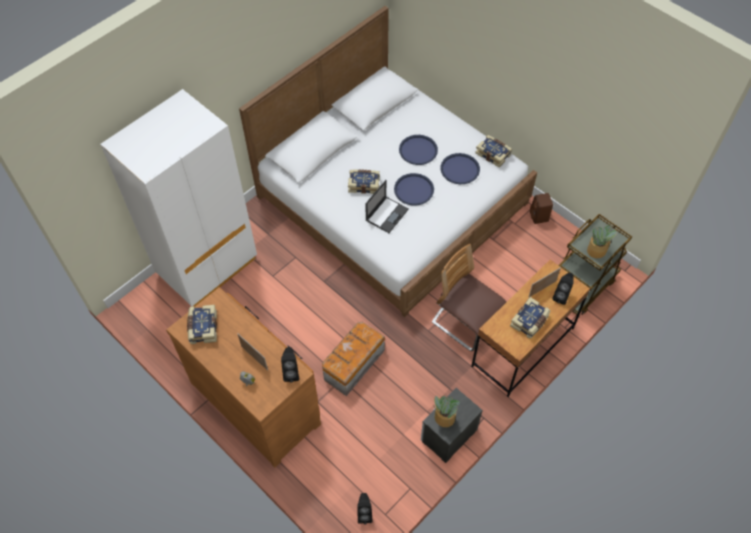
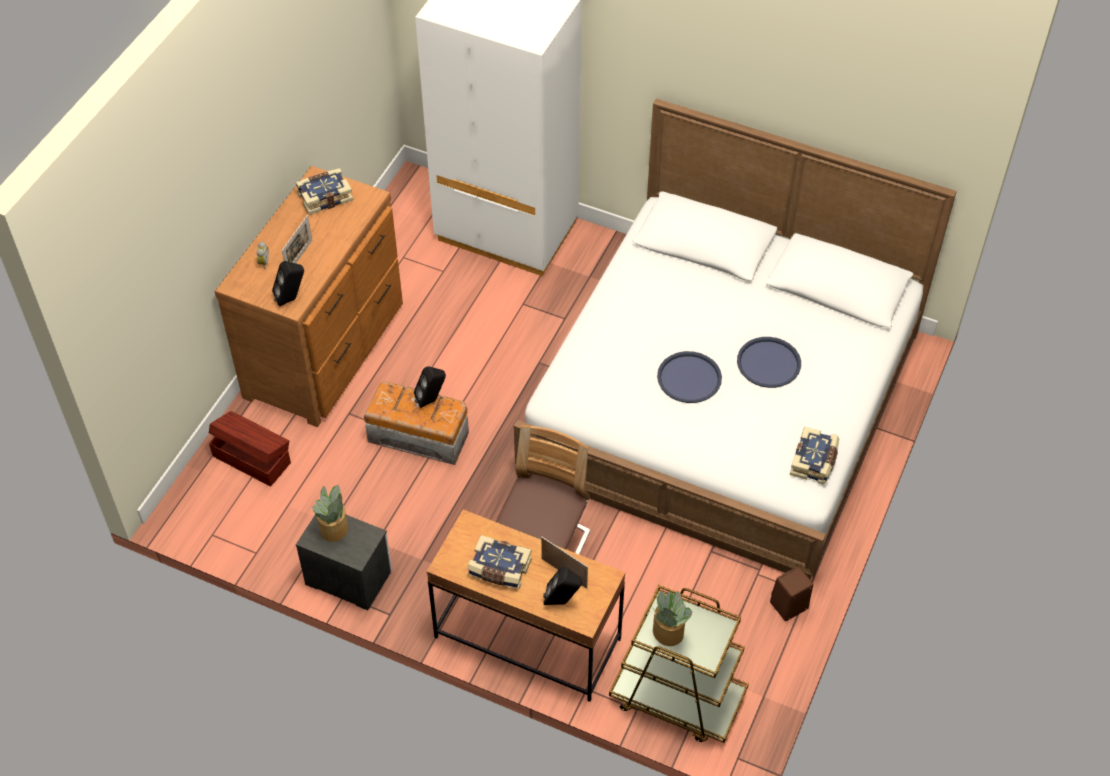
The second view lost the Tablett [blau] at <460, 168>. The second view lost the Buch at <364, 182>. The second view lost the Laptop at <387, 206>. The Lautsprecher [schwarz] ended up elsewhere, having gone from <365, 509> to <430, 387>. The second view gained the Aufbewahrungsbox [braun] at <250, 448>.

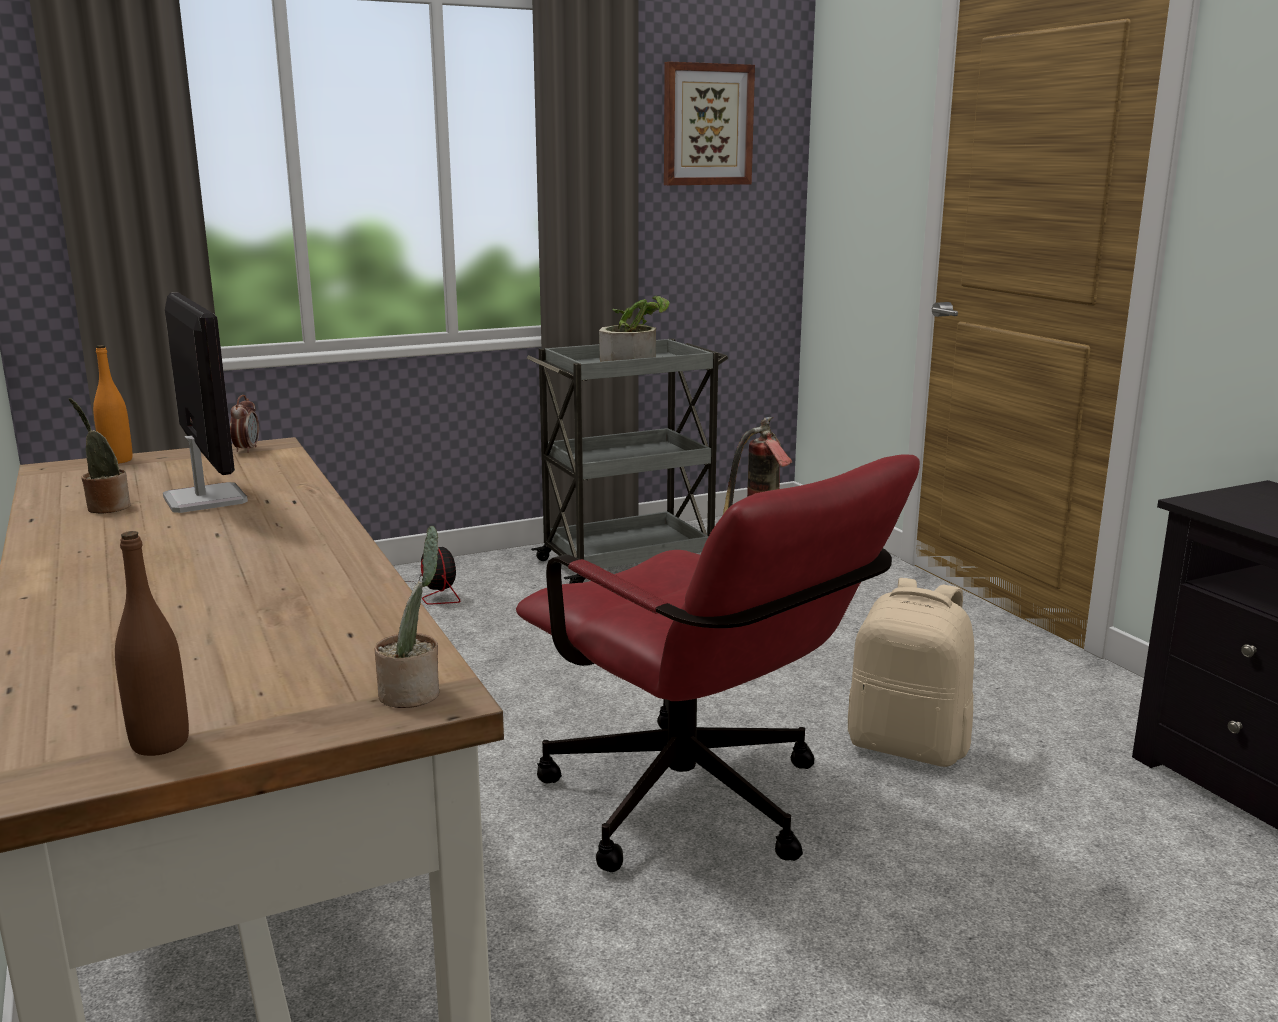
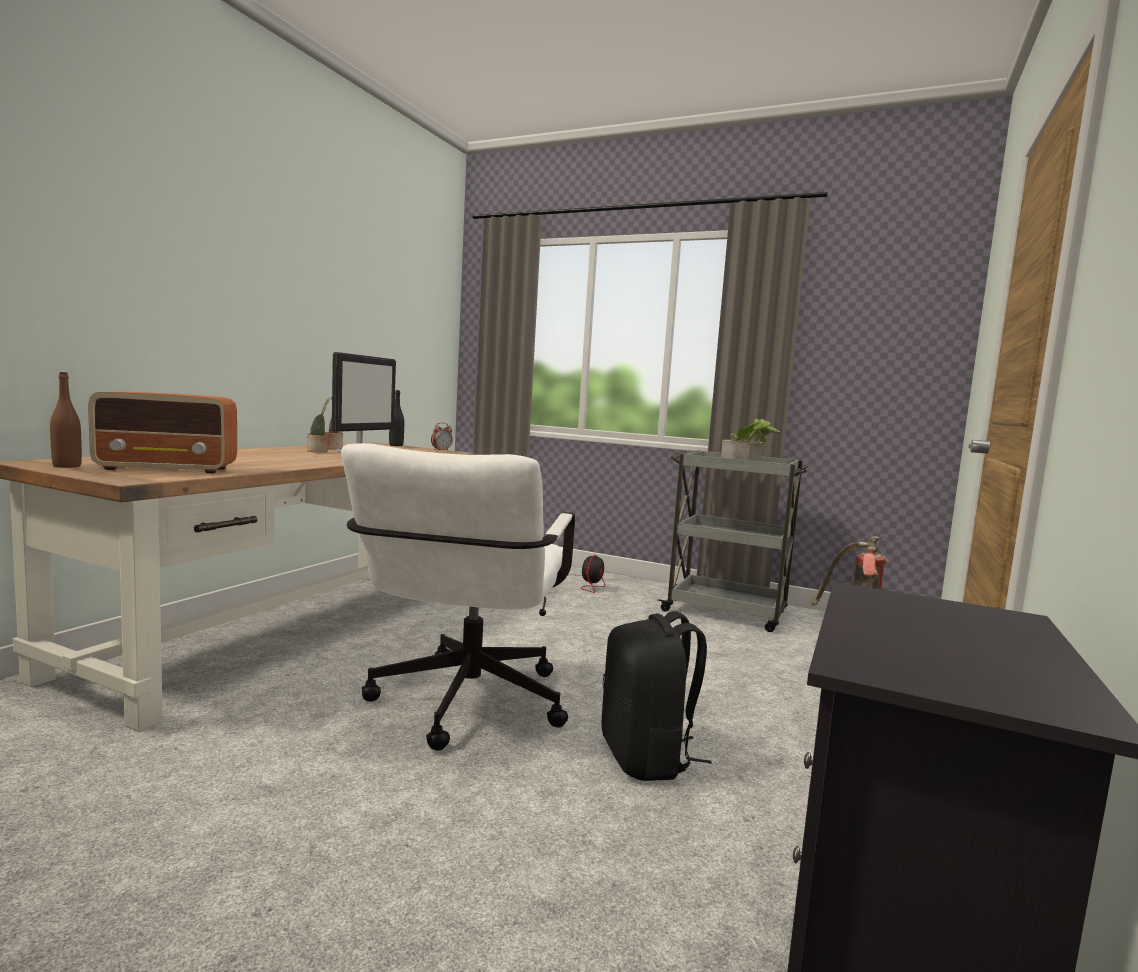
The second view lost the Bild at <709, 123>. What was the Flasche [orange] at <112, 404> turned into the Flasche [schwarz] at <396, 418>. What was the Bürostuhl [rot] at <718, 663> turned into the Bürostuhl [weiß] at <458, 597>. The Topfpflanze ended up elsewhere, having gone from <406, 617> to <318, 425>. What was the Rucksack [beige] at <911, 672> turned into the Rucksack [schwarz] at <657, 696>. The second view gained the Radio at <162, 432>.

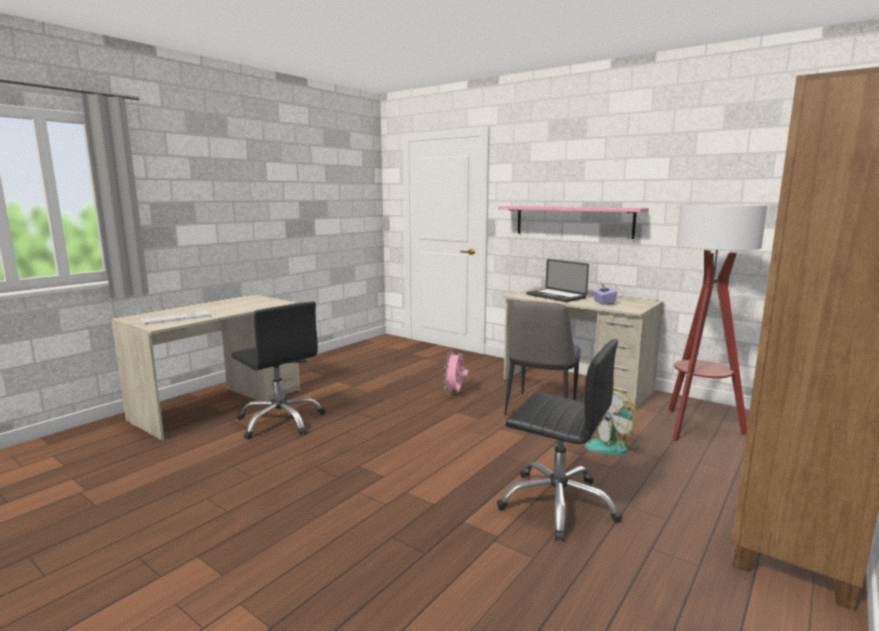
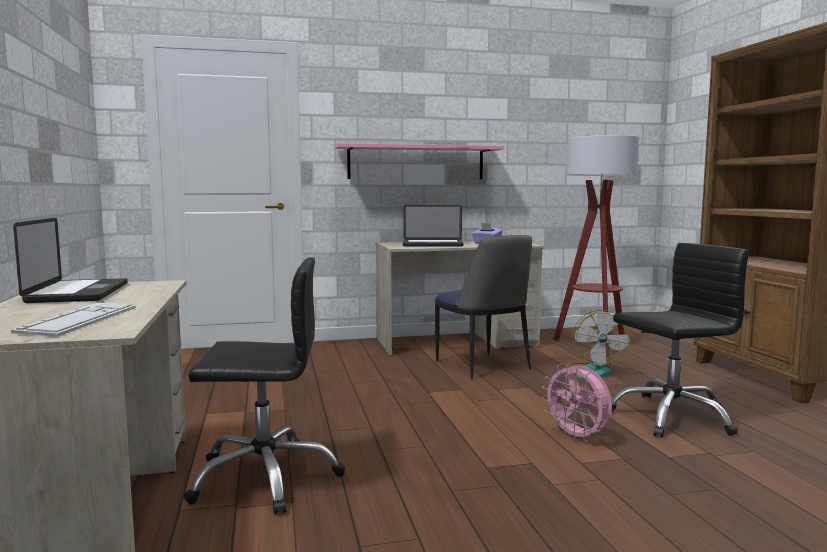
The Ventilator [rosa] ended up elsewhere, having gone from <456, 372> to <577, 402>. The second view gained the Laptop at <70, 260>.

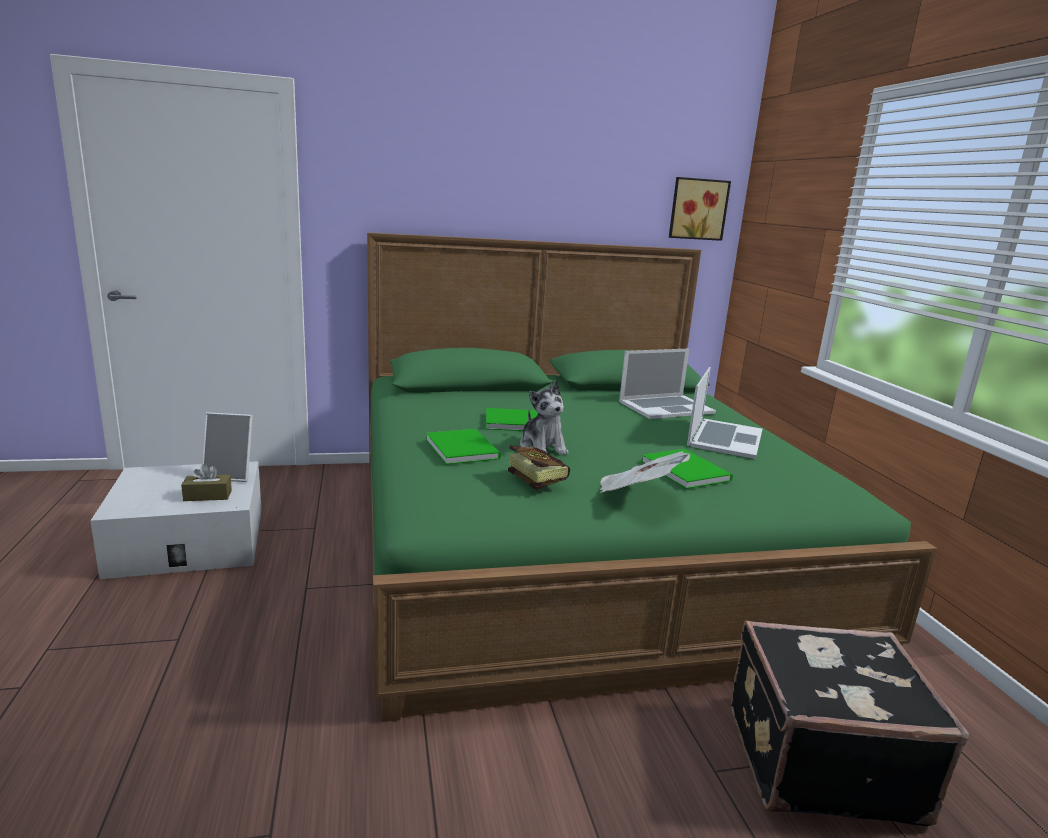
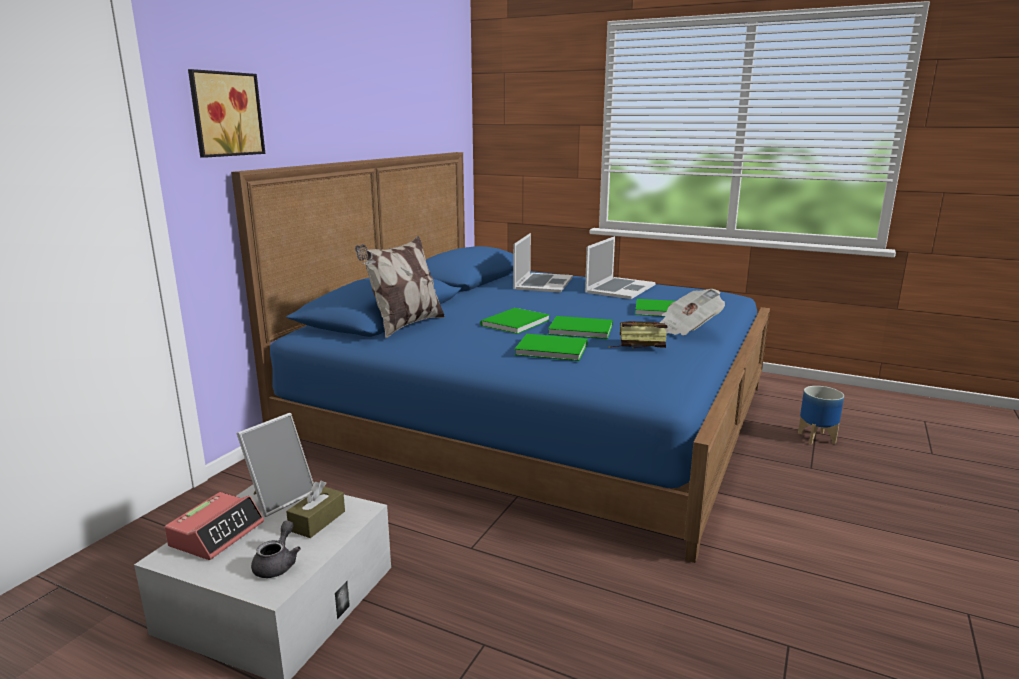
The Bild ended up elsewhere, having gone from <700, 209> to <226, 113>. What was the Bett [grün] at <652, 477> turned into the Bett [blau] at <500, 357>. The Laptop at <724, 413> ended up facing another way, 60 degrees clockwise from before. Where the Plüschtier stood at <544, 417>, the Buch [grün] came to stand at <580, 327>. Where the Koffer [schwarz] stood at <850, 723>, the Pflanzkübel came to stand at <821, 415>. The second view gained the Kissen at <400, 287>. The second view gained the Wecker at <214, 526>. The second view gained the Teekanne [grau] at <276, 549>.

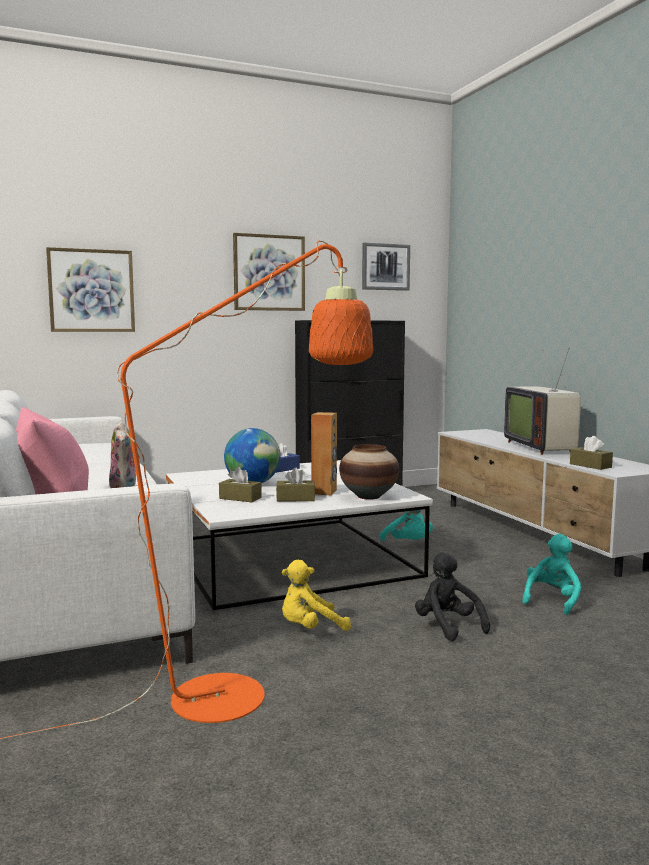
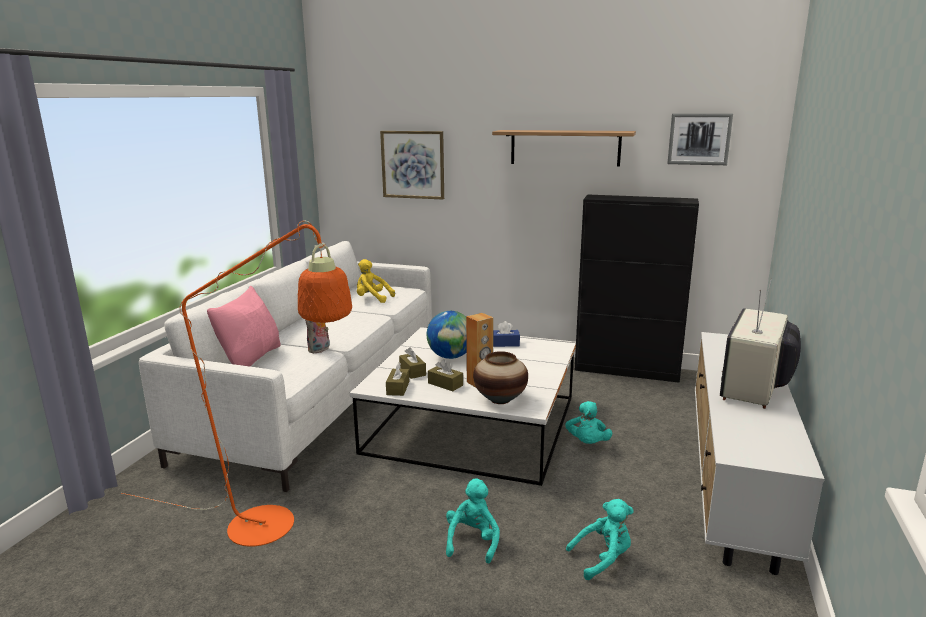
Where the Bild hung at <269, 272>, the Wandregal came to hang at <564, 148>. The Taschentuchbox [braun] ended up elsewhere, having gone from <591, 452> to <397, 379>. What was the Plüschtier [schwarz] at <452, 597> turned into the Plüschtier [türkis] at <473, 520>. The Plüschtier [gelb] ended up elsewhere, having gone from <316, 595> to <376, 281>.

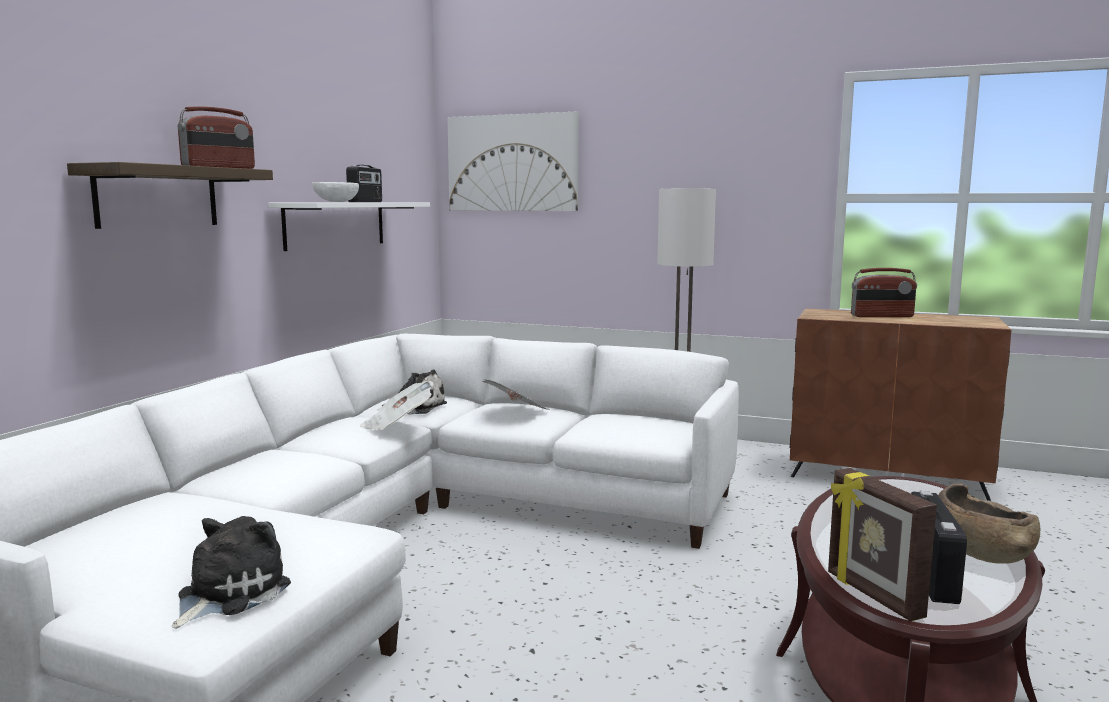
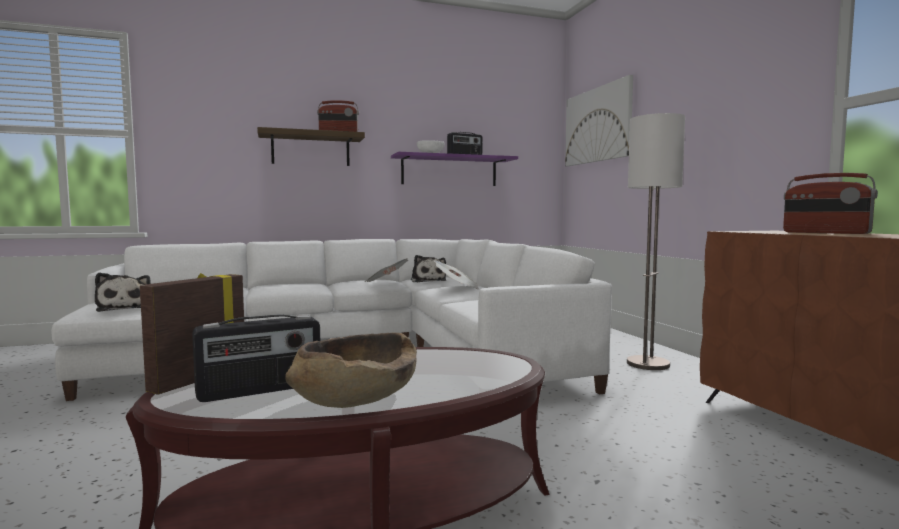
What was the Wandregal [weiß] at <349, 227> turned into the Wandregal [lila] at <454, 169>. The Plüschtier at <231, 572> ended up facing another way, 75 degrees clockwise from before.

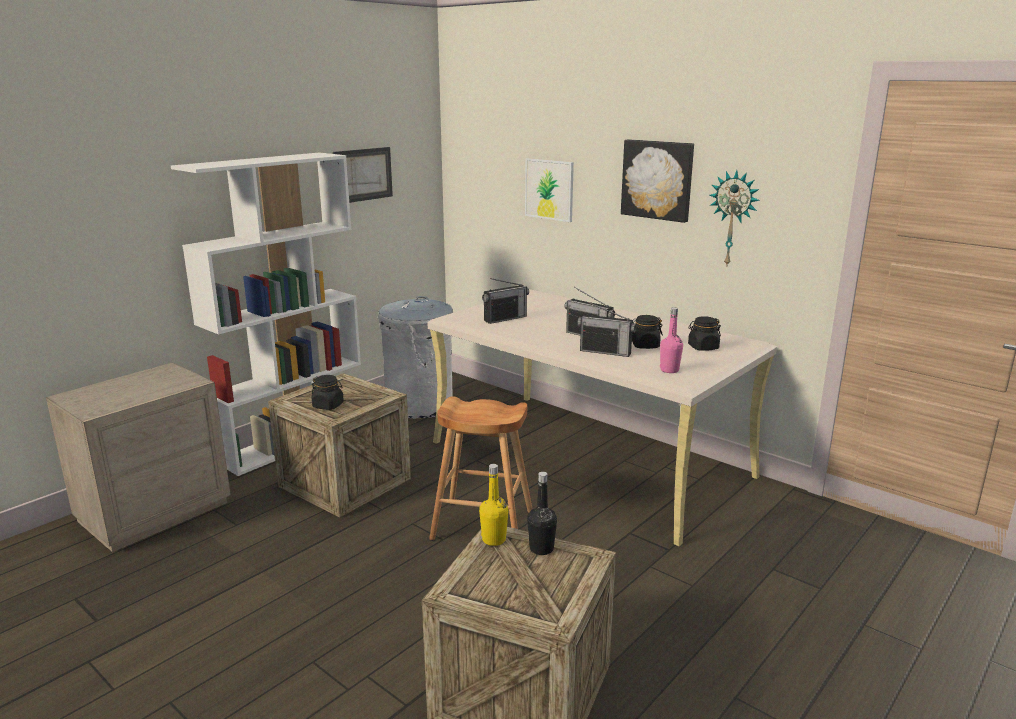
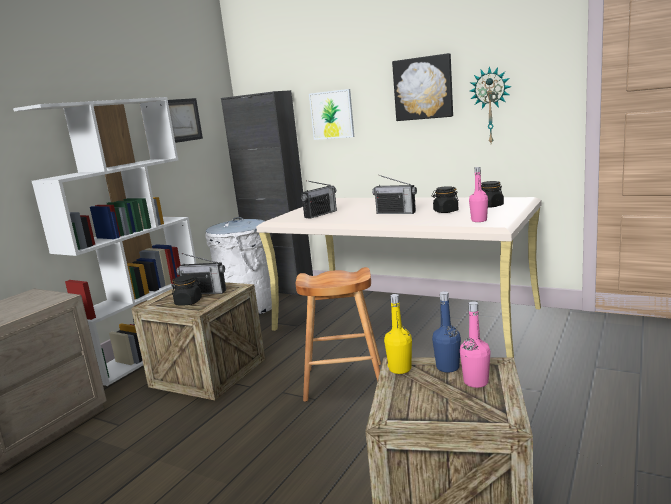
The Radio ended up elsewhere, having gone from <606, 329> to <201, 273>. What was the Flasche [schwarz] at <542, 513> turned into the Flasche [blau] at <446, 331>. The second view gained the Schrank [schwarz] at <267, 193>. The second view gained the Flasche [rosa] at <475, 344>.

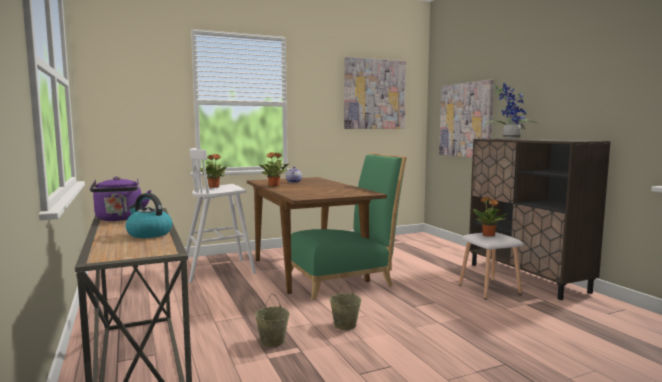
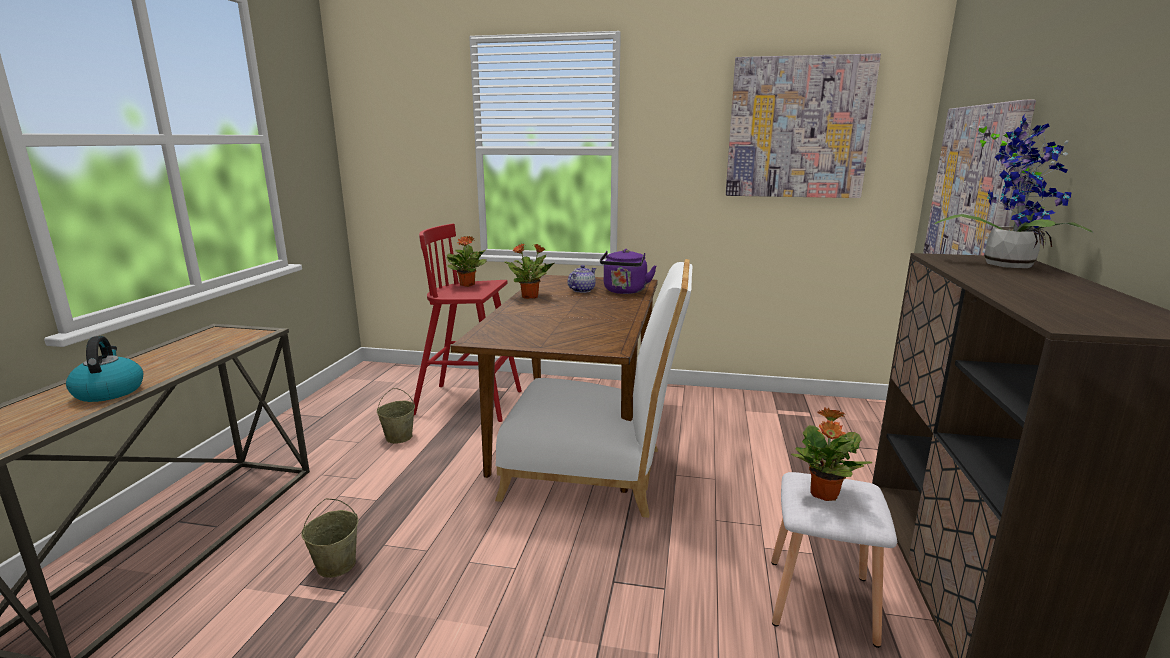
What was the Hocker [weiß] at <220, 215> turned into the Hocker [rot] at <467, 323>. What was the Stuhl [grün] at <349, 226> turned into the Stuhl [weiß] at <593, 388>. The Wasserkessel [lila] ended up elsewhere, having gone from <121, 198> to <628, 271>. The Eimer [beige] ended up elsewhere, having gone from <346, 305> to <396, 416>.

